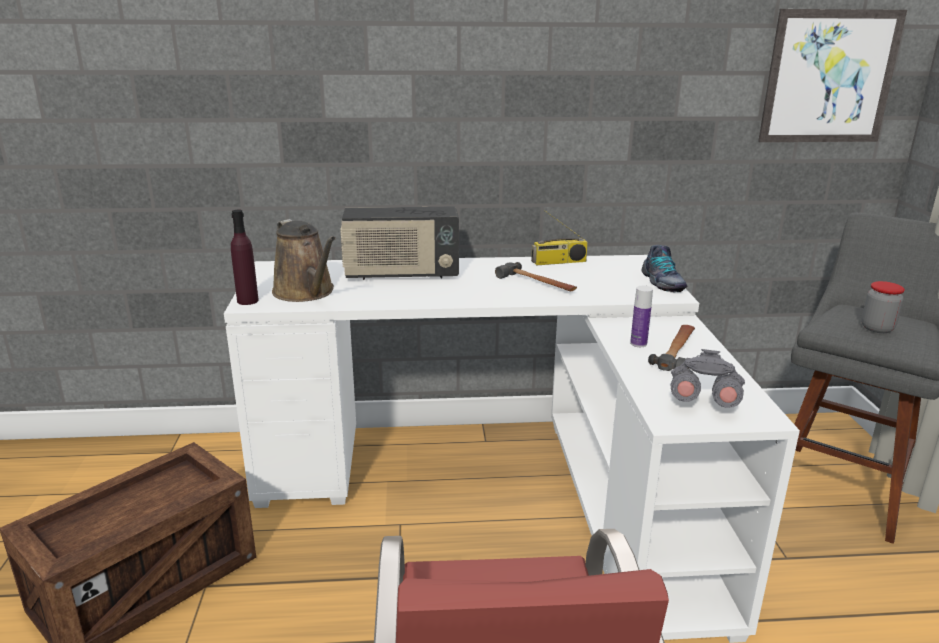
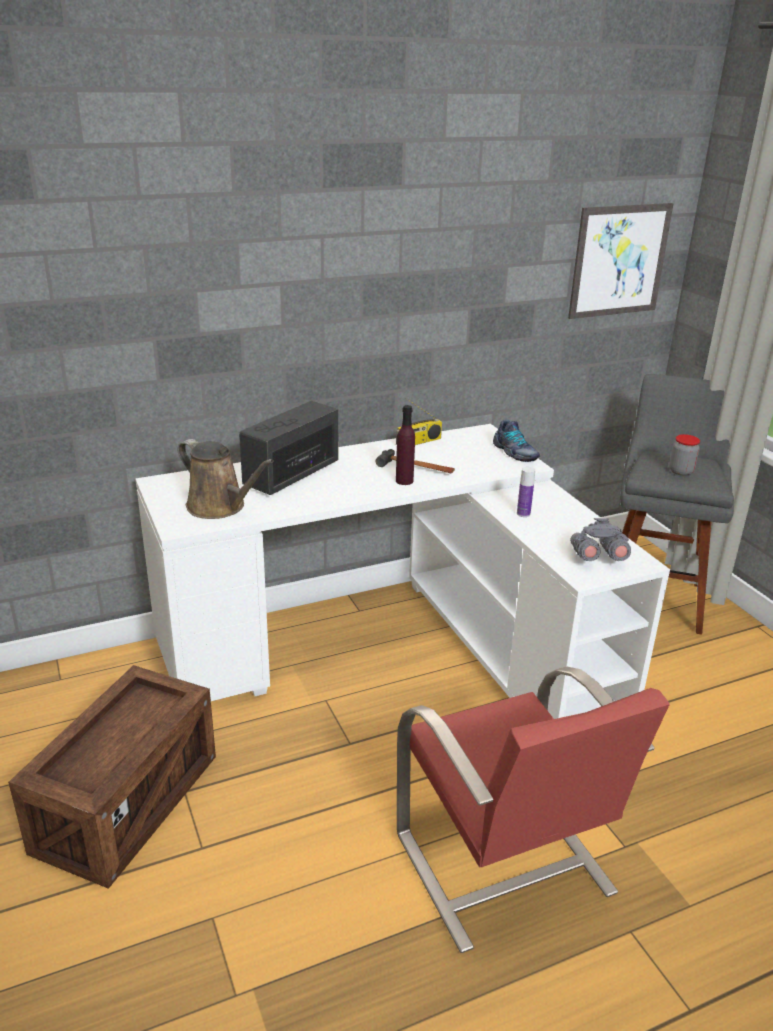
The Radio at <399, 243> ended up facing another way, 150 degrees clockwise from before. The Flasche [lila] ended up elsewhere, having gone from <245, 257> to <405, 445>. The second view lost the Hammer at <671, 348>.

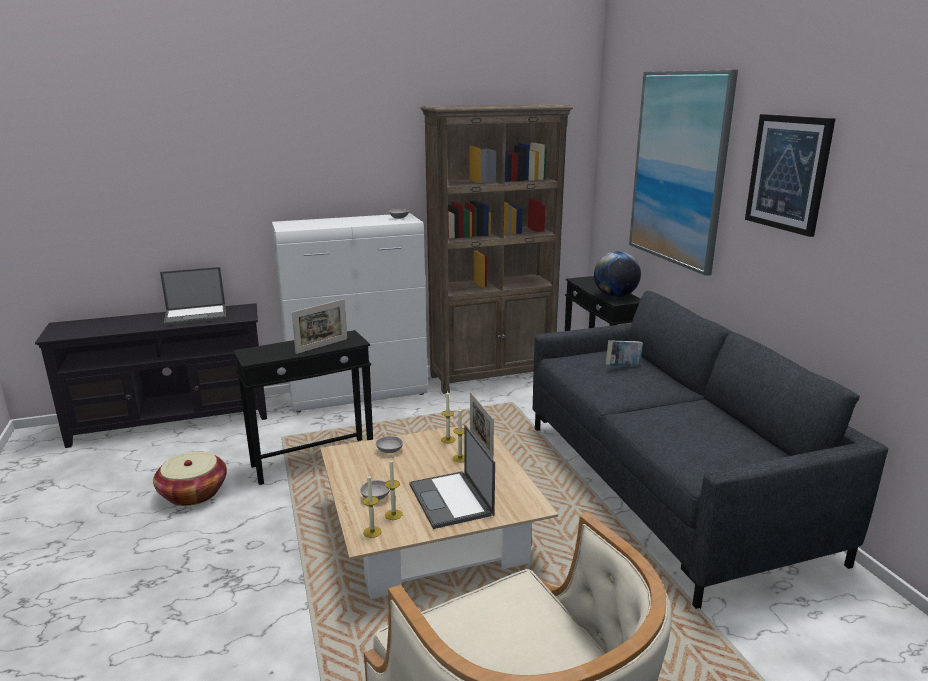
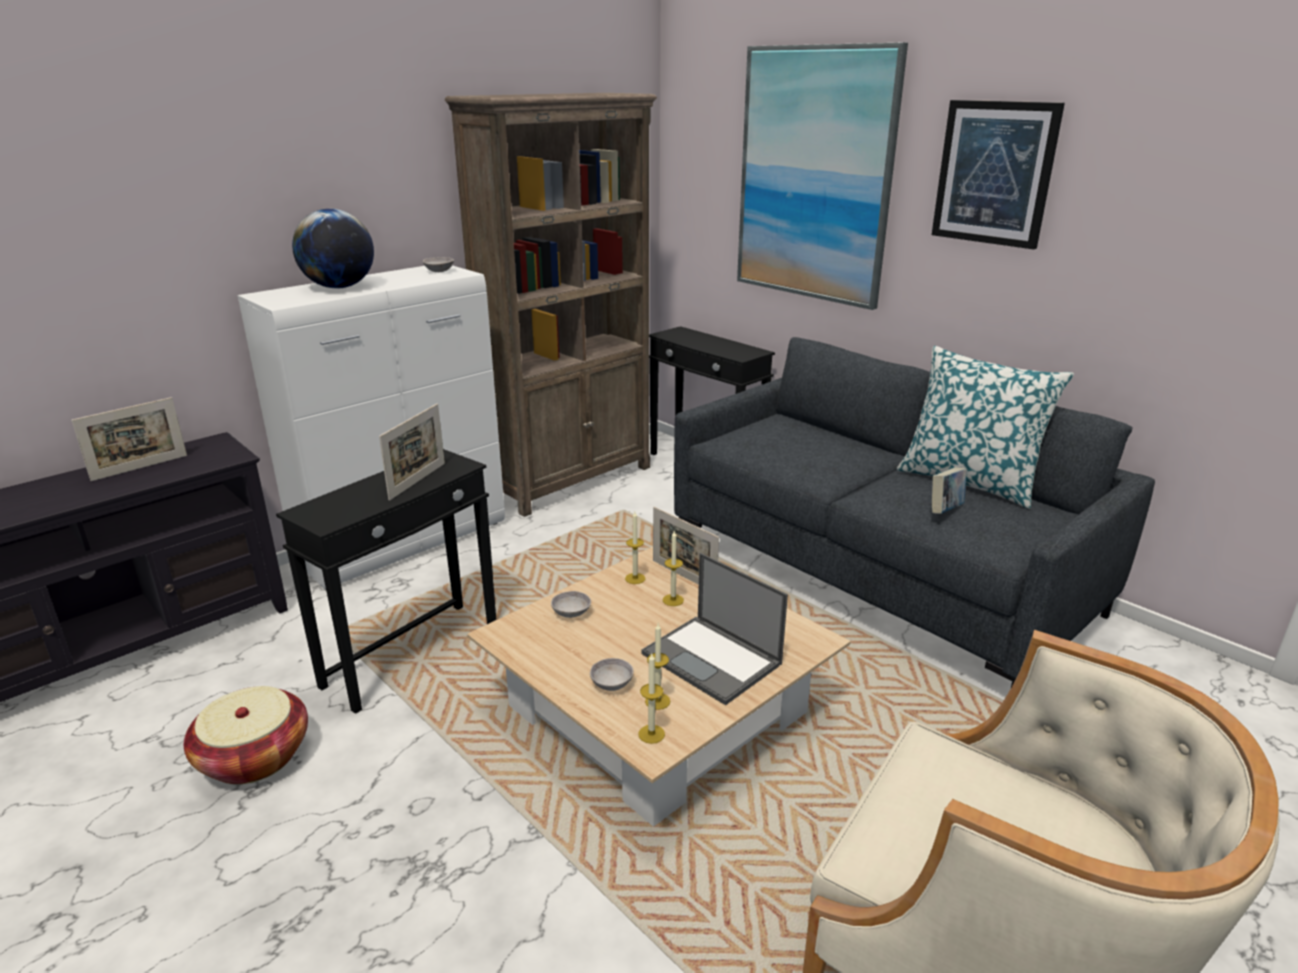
The Globus ended up elsewhere, having gone from <617, 274> to <333, 248>. Where the Laptop stood at <193, 296>, the Bilderrahmen came to stand at <129, 439>. The Buch ended up elsewhere, having gone from <624, 353> to <949, 490>. The second view gained the Kissen at <985, 427>.

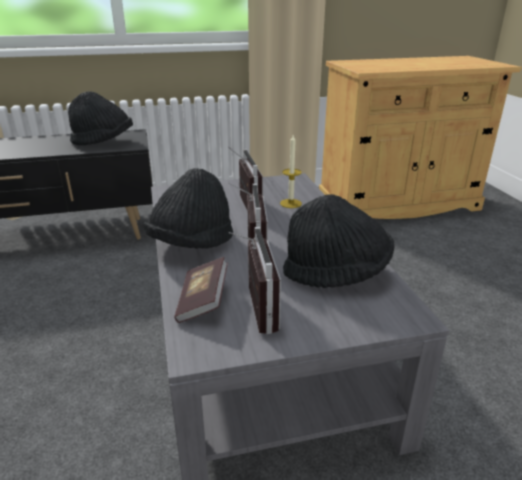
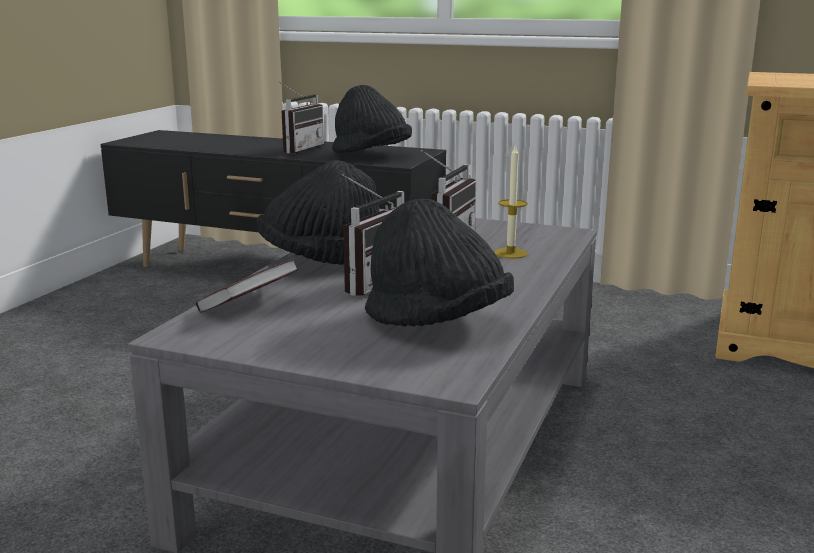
The Radio ended up elsewhere, having gone from <255, 280> to <301, 117>.

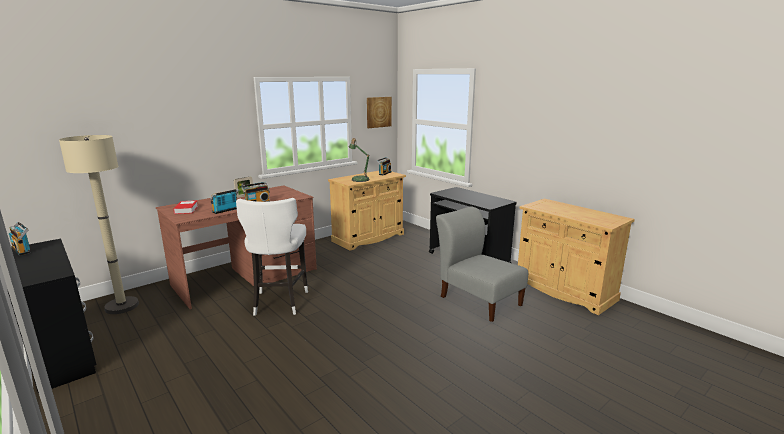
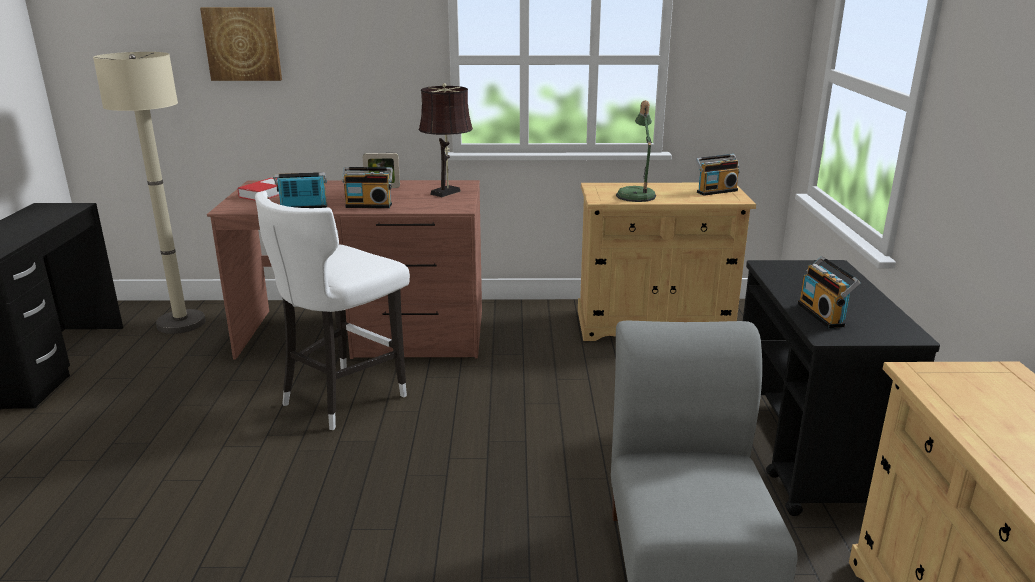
The Bild ended up elsewhere, having gone from <379, 112> to <241, 44>. The Radio ended up elsewhere, having gone from <19, 239> to <829, 292>. The second view gained the Tischlampe [braun] at <446, 140>.

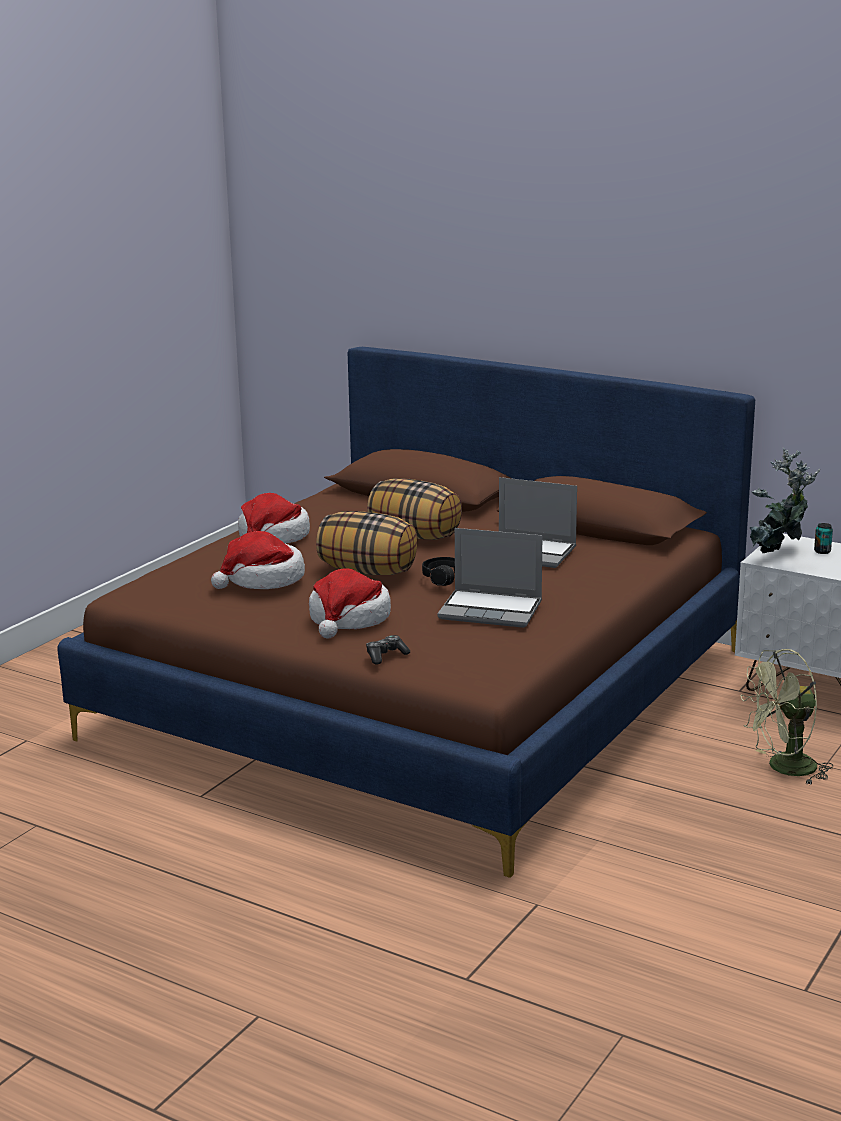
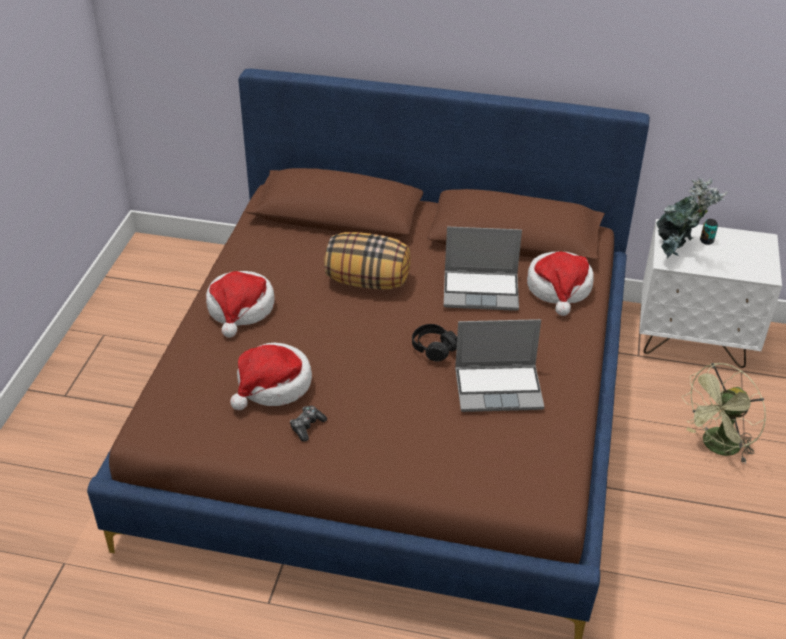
The second view lost the Kissen at <366, 543>. The Hut ended up elsewhere, having gone from <350, 603> to <560, 283>. The Gamepad ended up elsewhere, having gone from <388, 650> to <308, 423>.

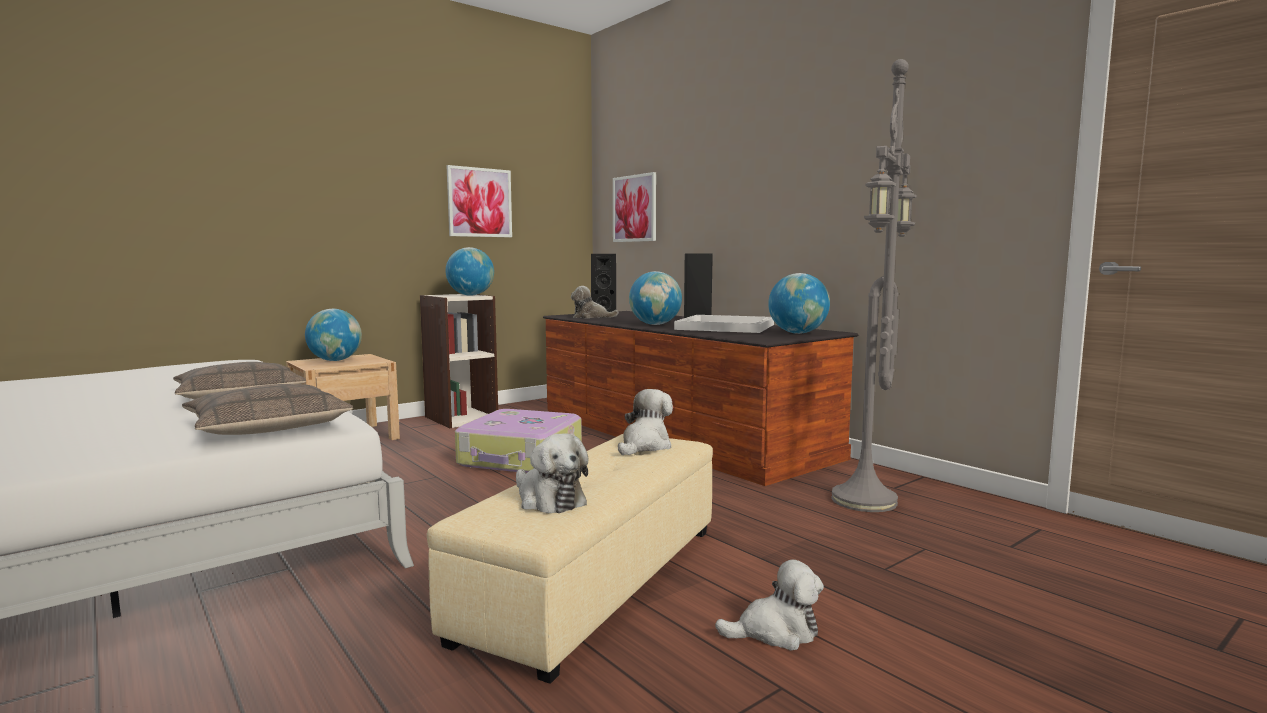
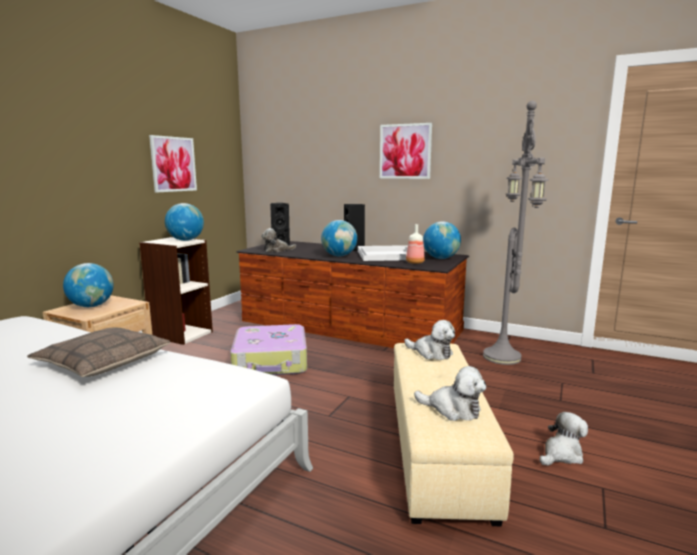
The Bild ended up elsewhere, having gone from <634, 207> to <406, 151>. The second view lost the Kissen at <267, 409>. The Plüschtier at <645, 422> ended up facing another way, 120 degrees clockwise from before. The second view gained the Flasche at <415, 244>.

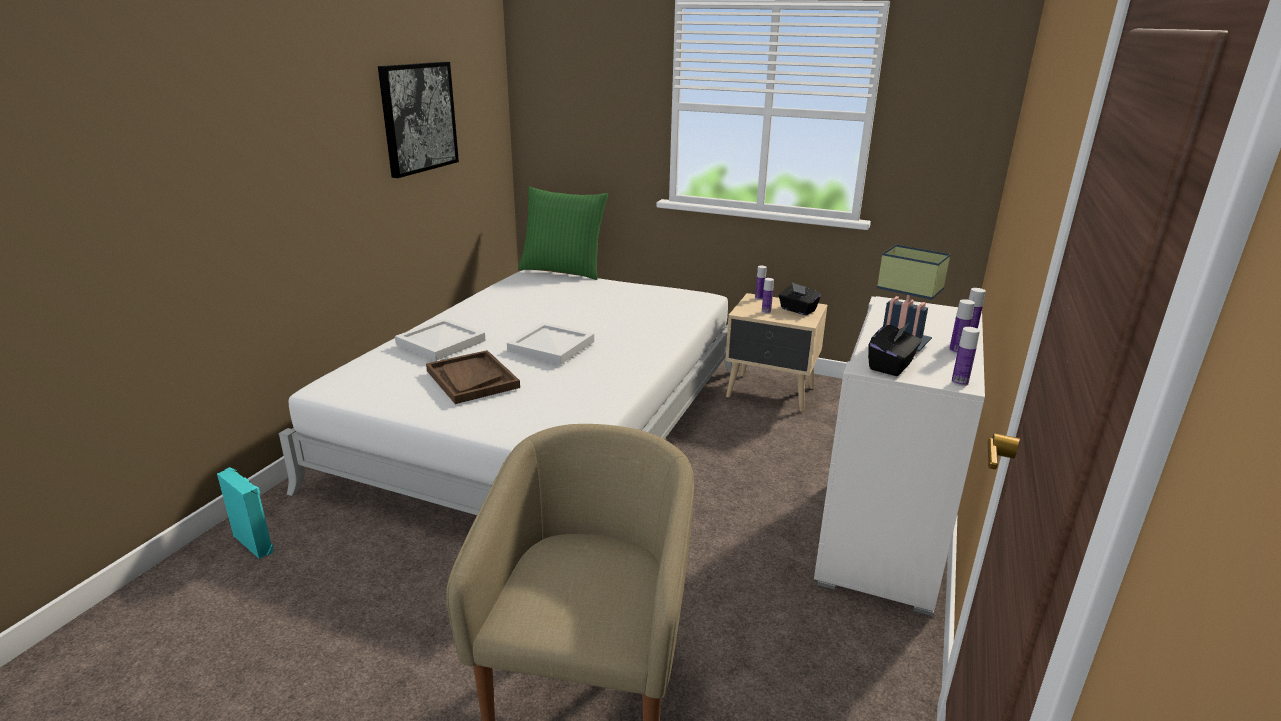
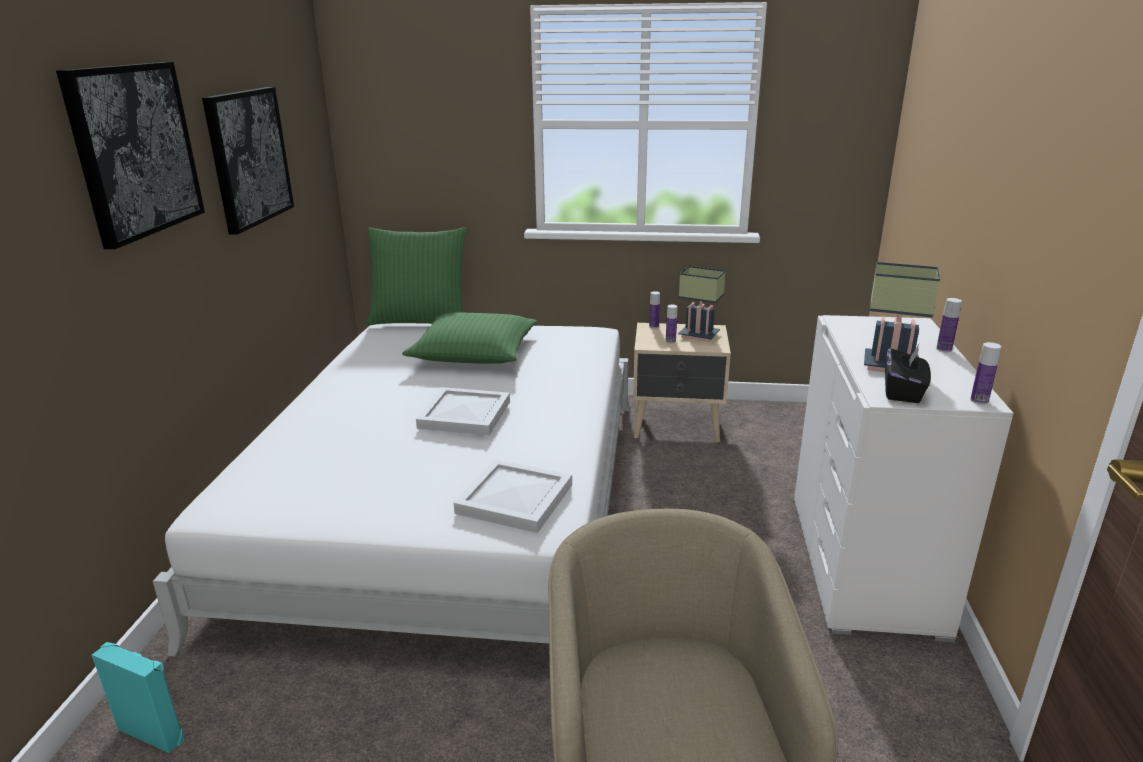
Where the Taschentuchbox [schwarz] stood at <800, 299>, the Tischlampe came to stand at <702, 304>. The second view lost the Flasche at <962, 326>. The Tablett [weiß] ended up elsewhere, having gone from <440, 339> to <513, 496>. The second view lost the Tablett [braun] at <473, 377>. The second view gained the Bild at <130, 155>. The second view gained the Kissen [grün] at <469, 338>.

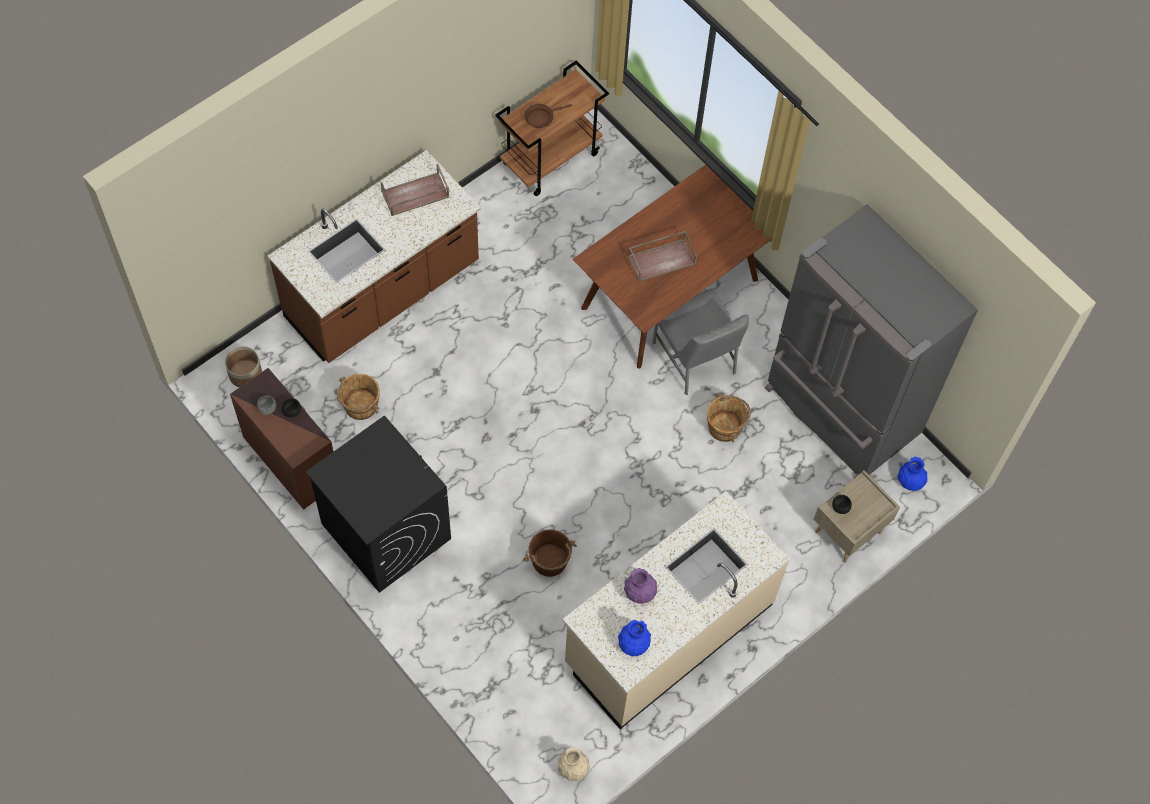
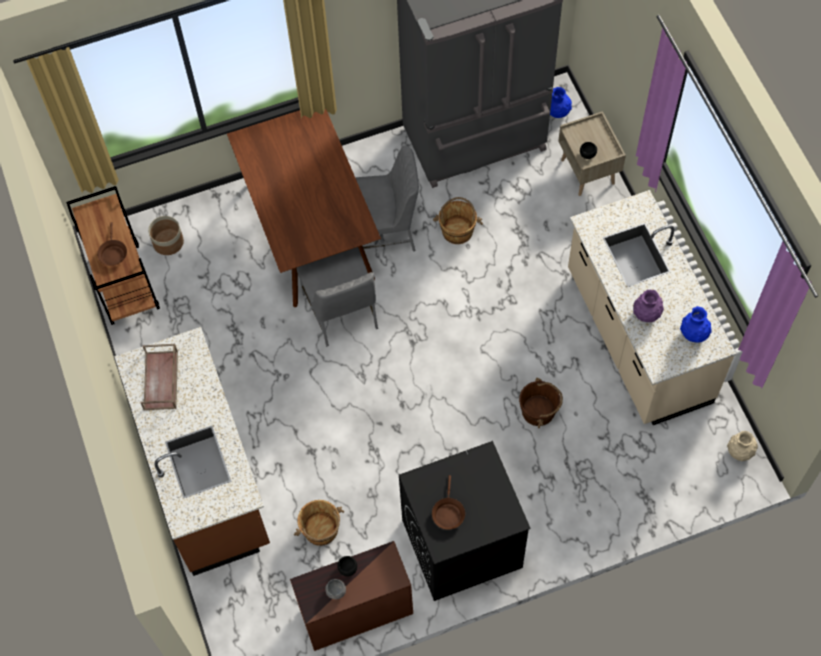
The second view lost the Tablett [braun] at <662, 256>. The Pflanzkübel ended up elsewhere, having gone from <243, 366> to <166, 235>. The second view gained the Stuhl [grau] at <337, 296>. The second view gained the Pfanne [braun] at <448, 502>.

